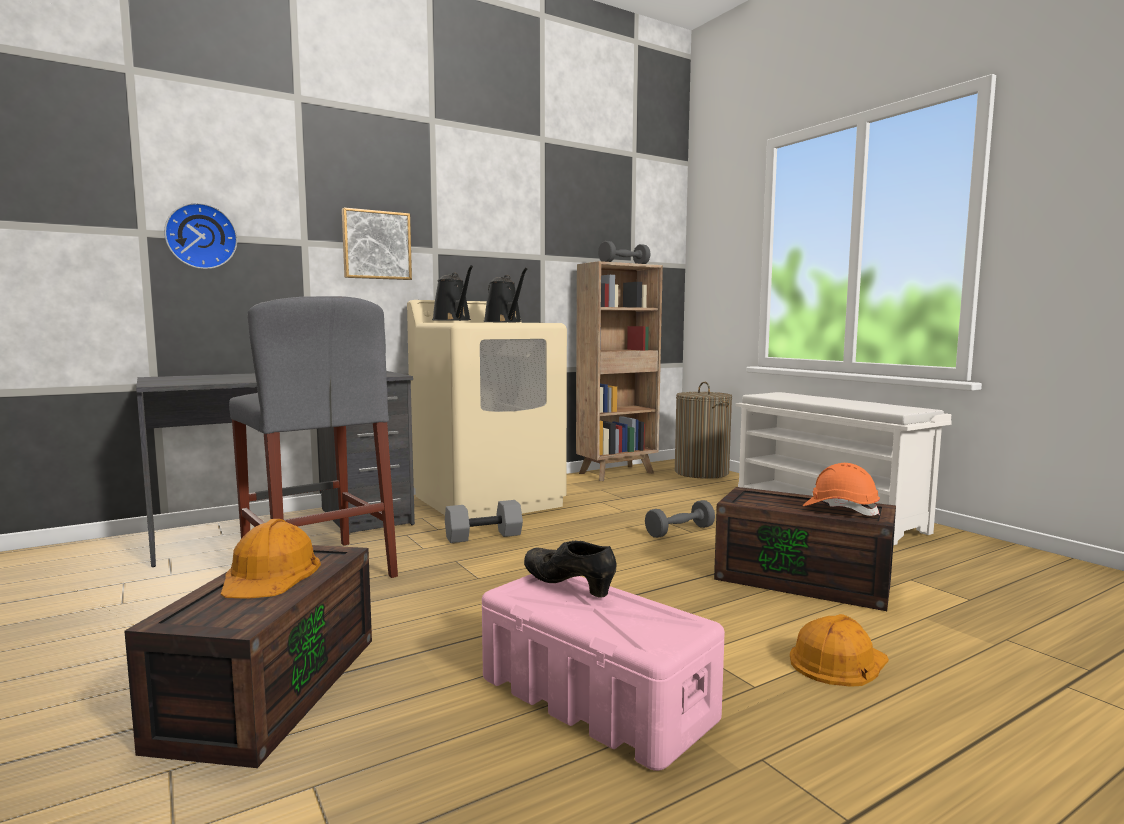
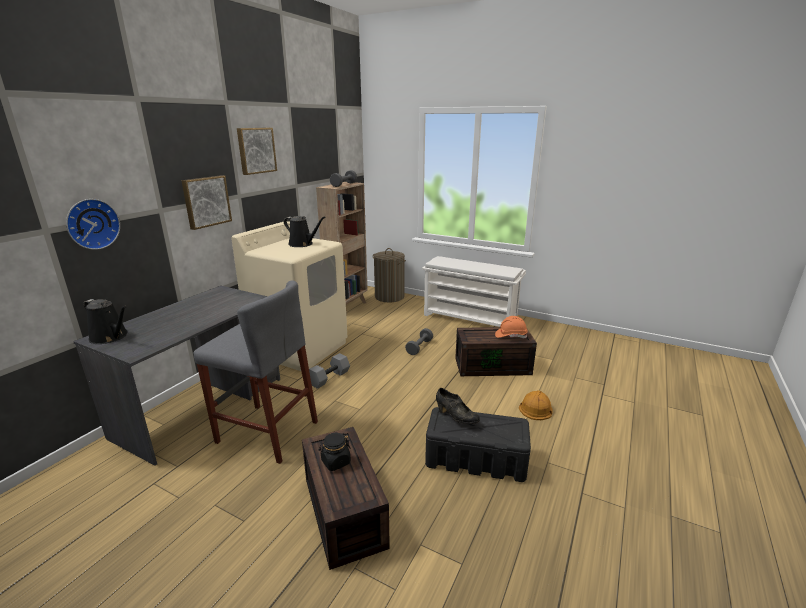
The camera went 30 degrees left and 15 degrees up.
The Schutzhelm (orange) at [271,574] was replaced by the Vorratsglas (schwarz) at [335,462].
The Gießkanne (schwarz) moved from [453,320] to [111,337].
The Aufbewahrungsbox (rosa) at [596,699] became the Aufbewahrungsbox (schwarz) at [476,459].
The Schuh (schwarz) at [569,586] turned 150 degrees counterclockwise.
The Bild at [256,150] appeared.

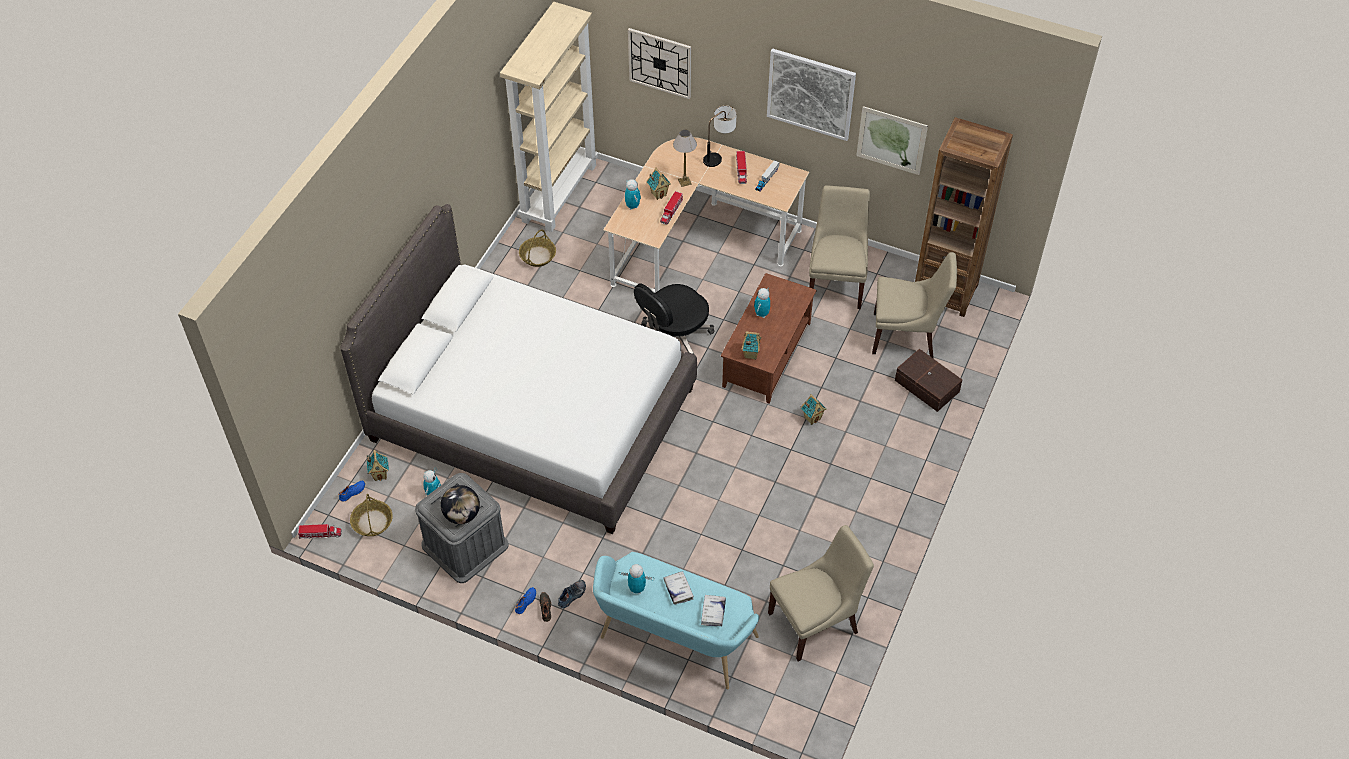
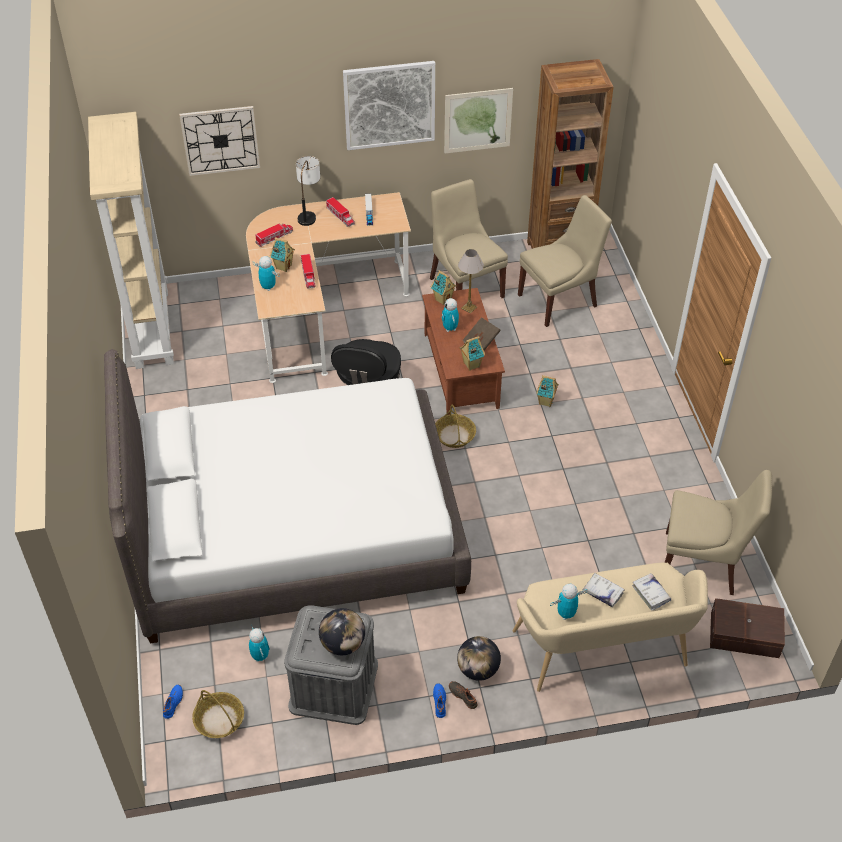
The camera went 35 degrees left and 5 degrees down.
The Spielzeuglaster moved from [320,534] to [274,237].
The Spielzeughaus moved from [380,475] to [443,299].
The Korb moved from [538,256] to [454,436].
The Schuh at [572,596] was replaced by the Globus at [478,669].
The Bank (türkis) at [673,642] became the Bank (beige) at [604,654].
The Tischlampe moved from [684,182] to [469,308].
The Stuhl (beige) at [816,621] turned 75 degrees clockwise.
The Aufbewahrungsbox (braun) moved from [926,387] to [745,636].
The Buch (braun) at [481,342] appeared.

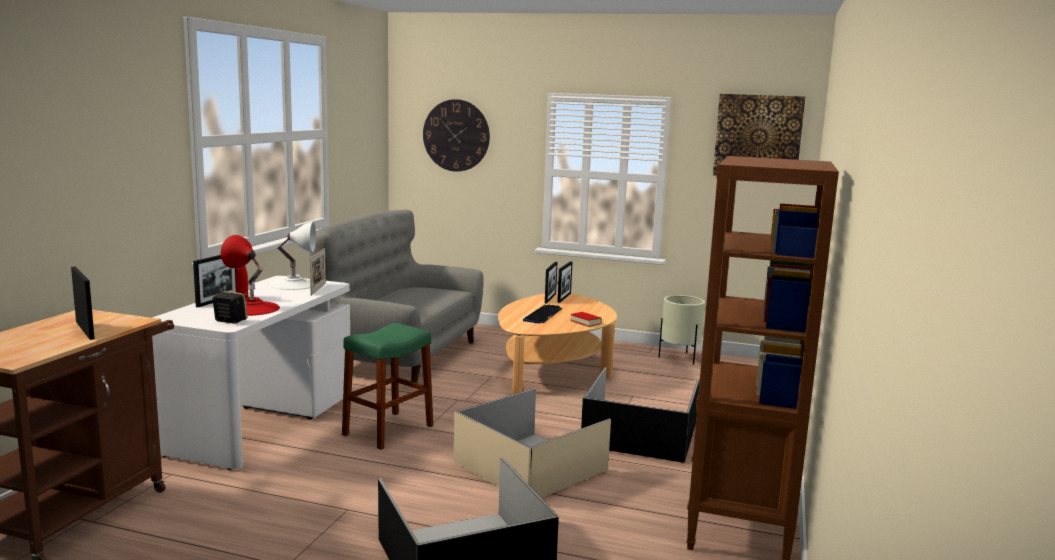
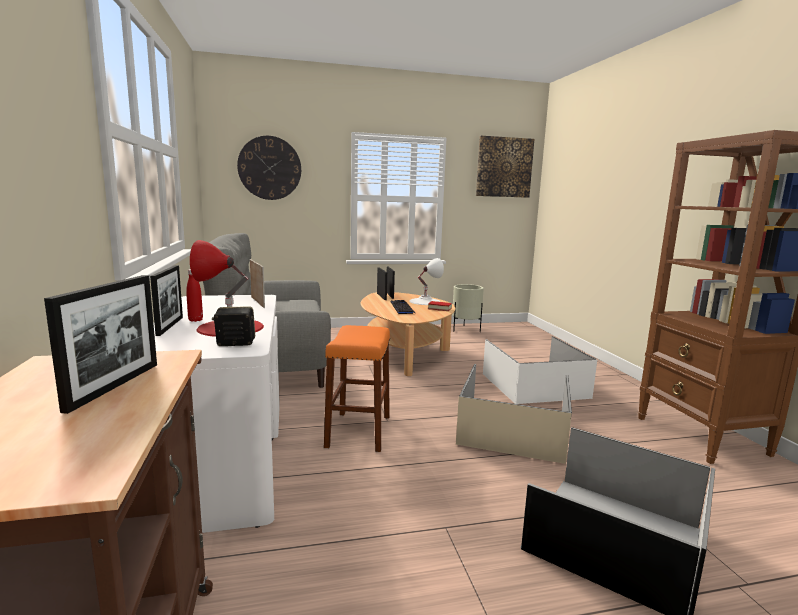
The camera went 30 degrees left and 0 degrees up.
The Bilderrahmen at [85,330] turned 75 degrees clockwise.
The Tischlampe (weiß) moved from [293,284] to [425,301].
The Hocker (grün) at [388,430] became the Hocker (orange) at [358,431].
The Aufbewahrungsbox (schwarz) at [641,435] became the Aufbewahrungsbox (weiß) at [535,385].

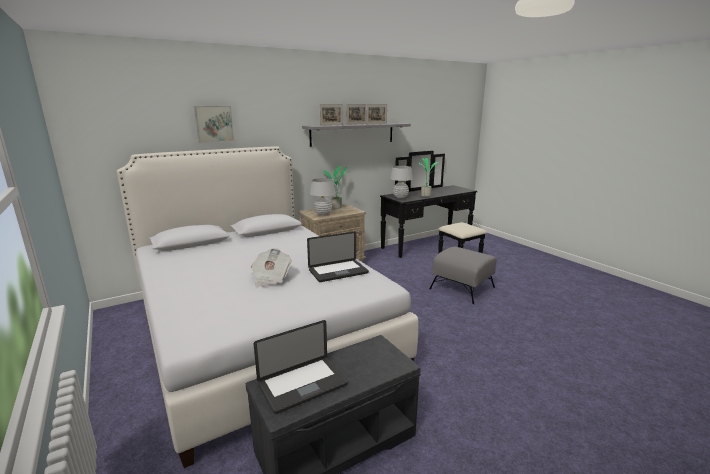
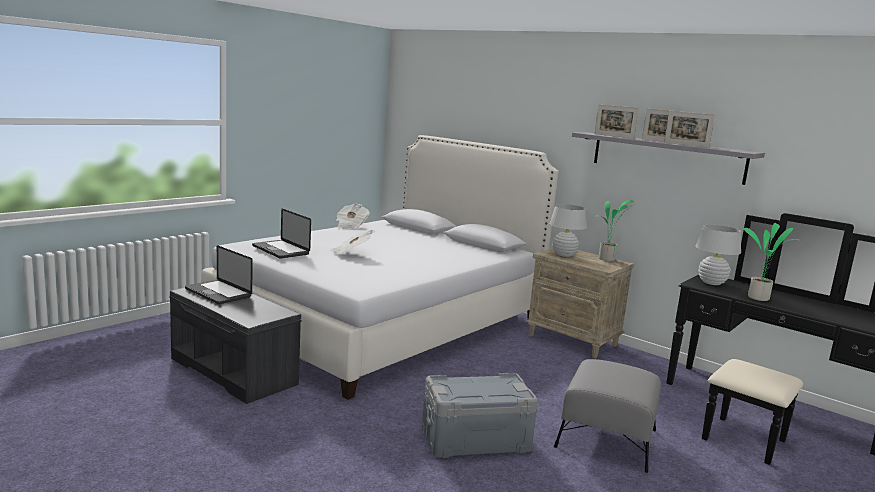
The camera went 70 degrees right and 5 degrees down.
The Bild at [214,124] disappeared.
The Laptop moved from [338,272] to [280,250].
The Zeitung at [350,226] appeared.
The Aufbewahrungsbox (grau) at [475,439] appeared.

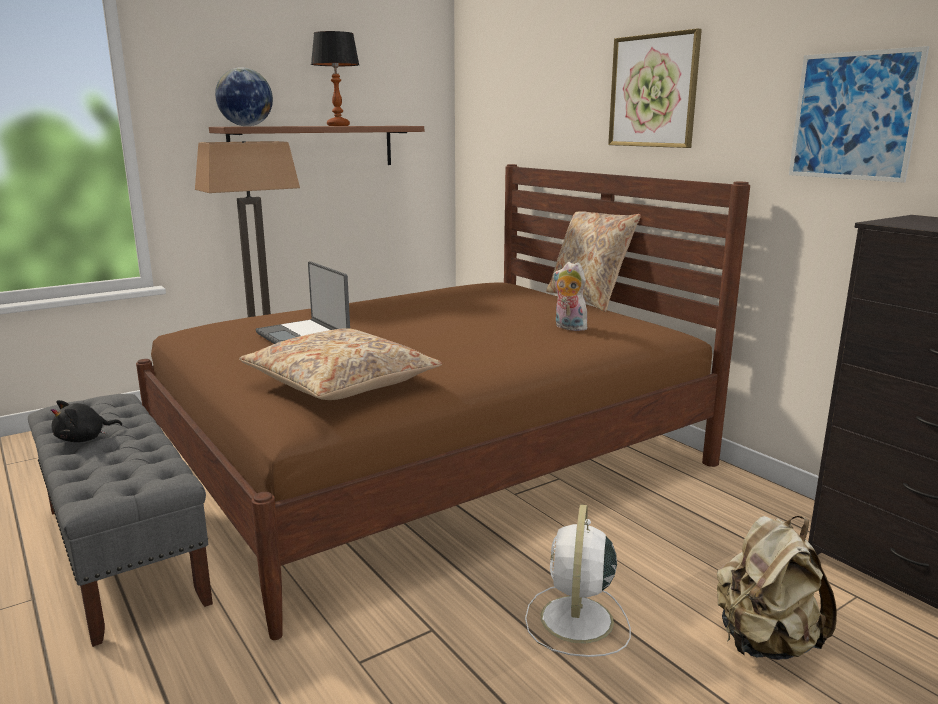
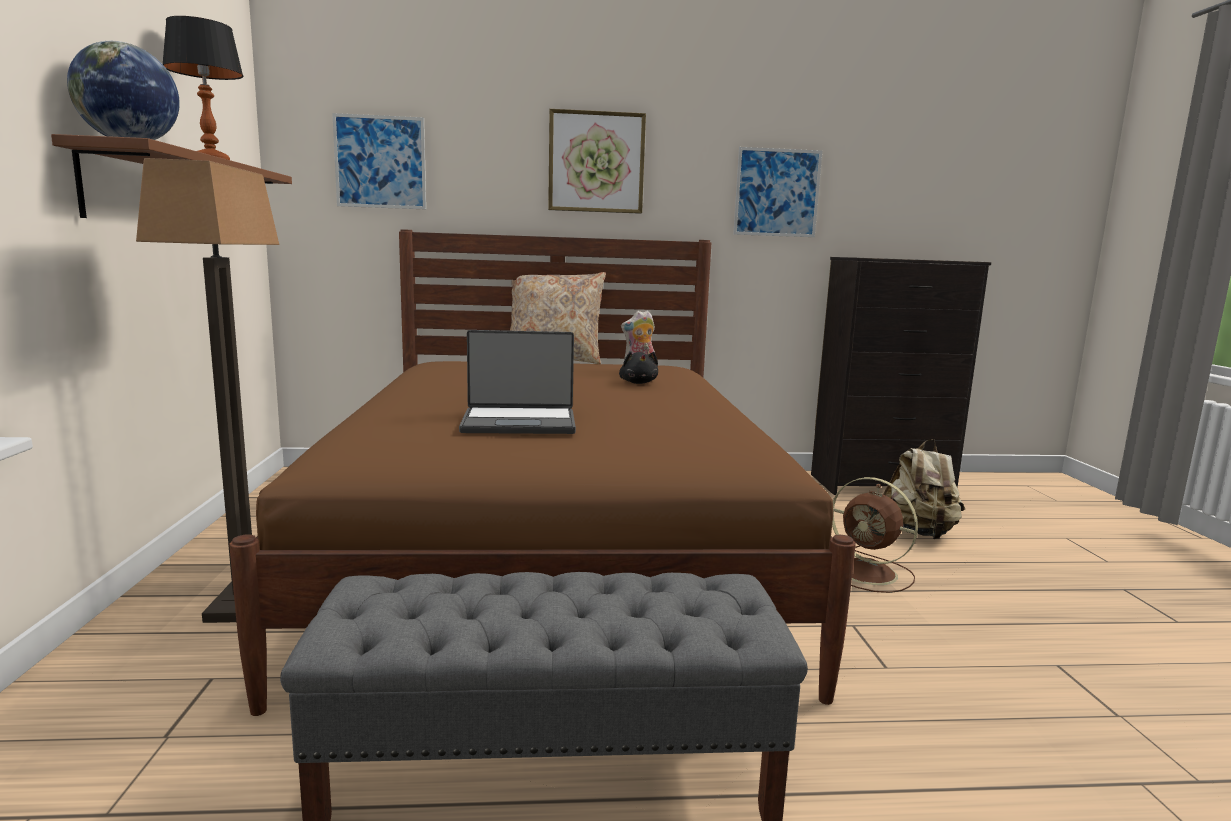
The camera went 60 degrees left and 5 degrees down.
The Plüschtier (schwarz) moved from [84,439] to [638,383].
The Kissen (beige) at [341,383] disappeared.
The Ventilator (weiß) at [576,621] became the Ventilator (braun) at [869,573].
The Bild at [380,162] appeared.

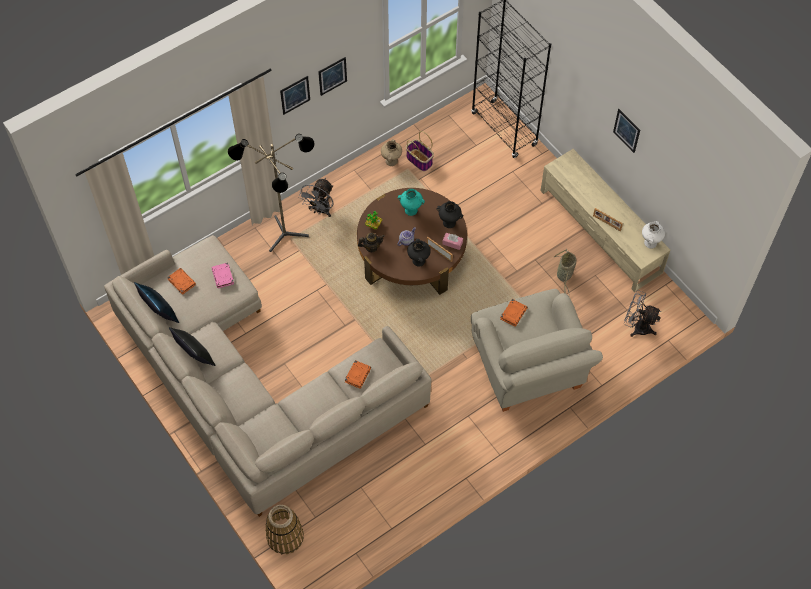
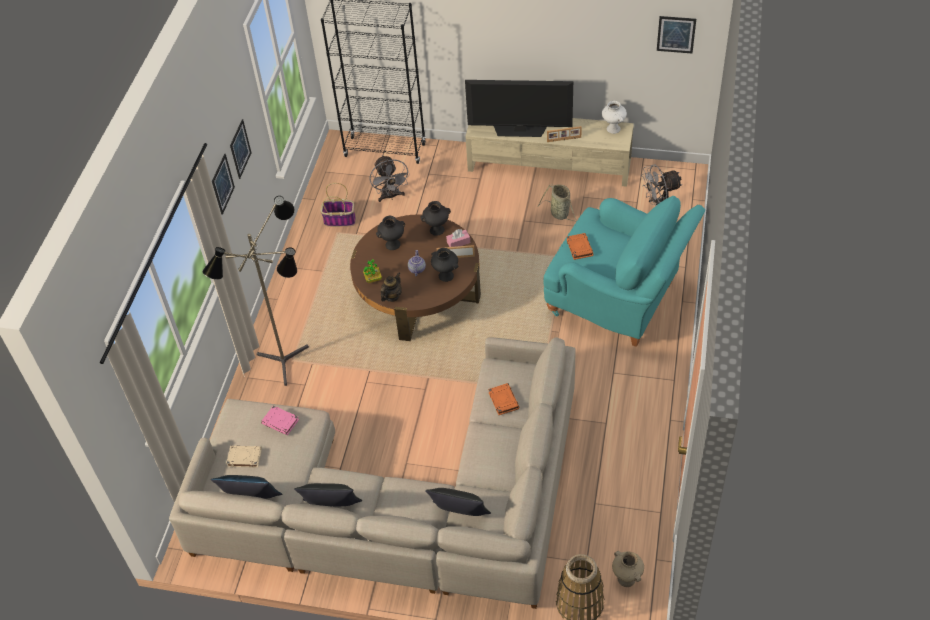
The camera went 40 degrees left and 10 degrees down.
The Buch (orange) at [181,282] became the Buch (beige) at [244,458].
The Ventilator (grau) moved from [320,211] to [391,196].
The Vase (beige) moved from [391,161] to [627,579].
The Vase (türkis) at [411,210] became the Vase (schwarz) at [393,244].
The Sessel (beige) at [529,371] became the Sessel (türkis) at [619,301].
The Bild moved from [626,130] to [676,34].
The Kissen (schwarz) at [459,516] appeared.
The Fernseher at [520,130] appeared.

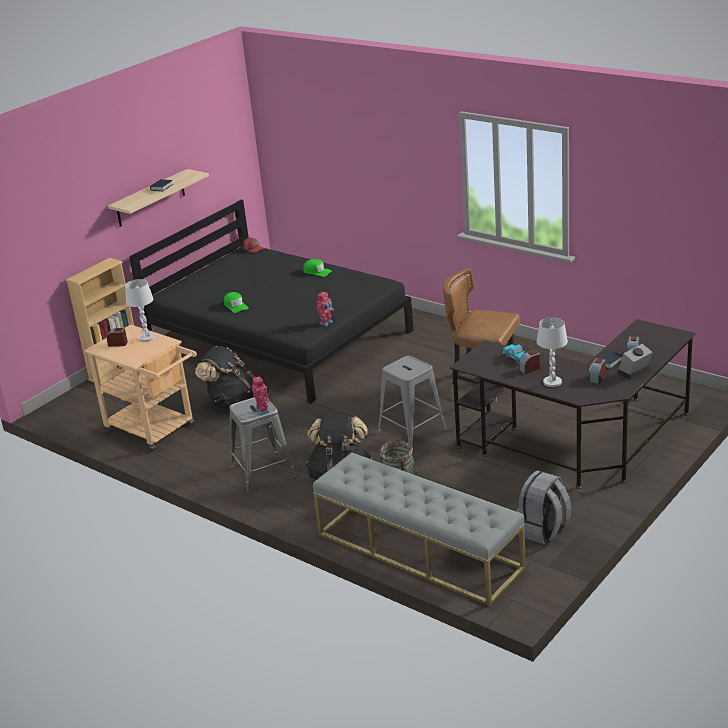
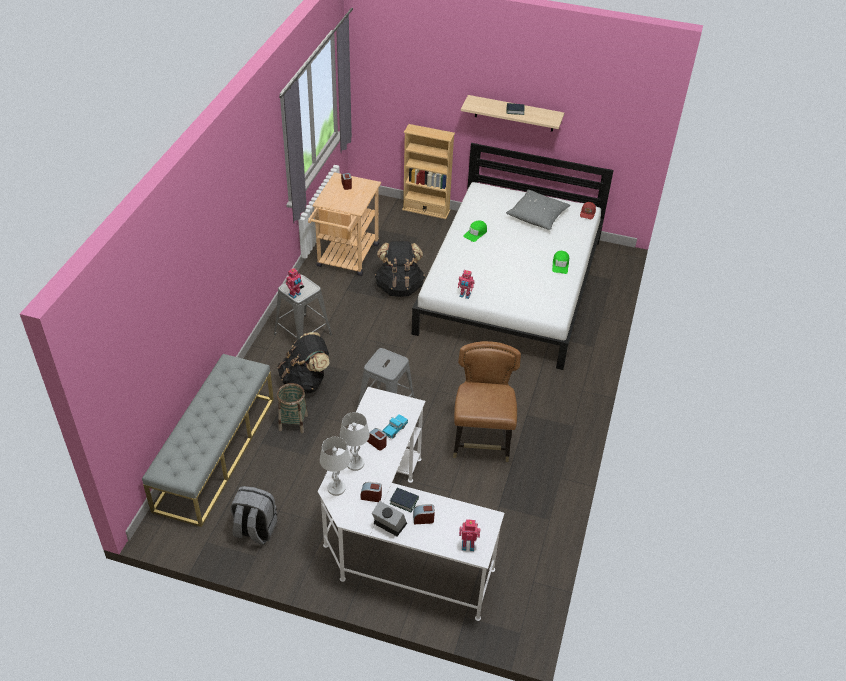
The camera went 65 degrees right and 15 degrees up.
The Tischlampe (weiß) moved from [146,338] to [336,488].
The Bett (schwarz) at [279,339] became the Bett (weiß) at [511,286].
The Schreibtisch (schwarz) at [581,444] became the Schreibtisch (weiß) at [396,536].
The Spielzeugroboter at [468,545] appeared.
The Kissen (grau) at [537,216] appeared.

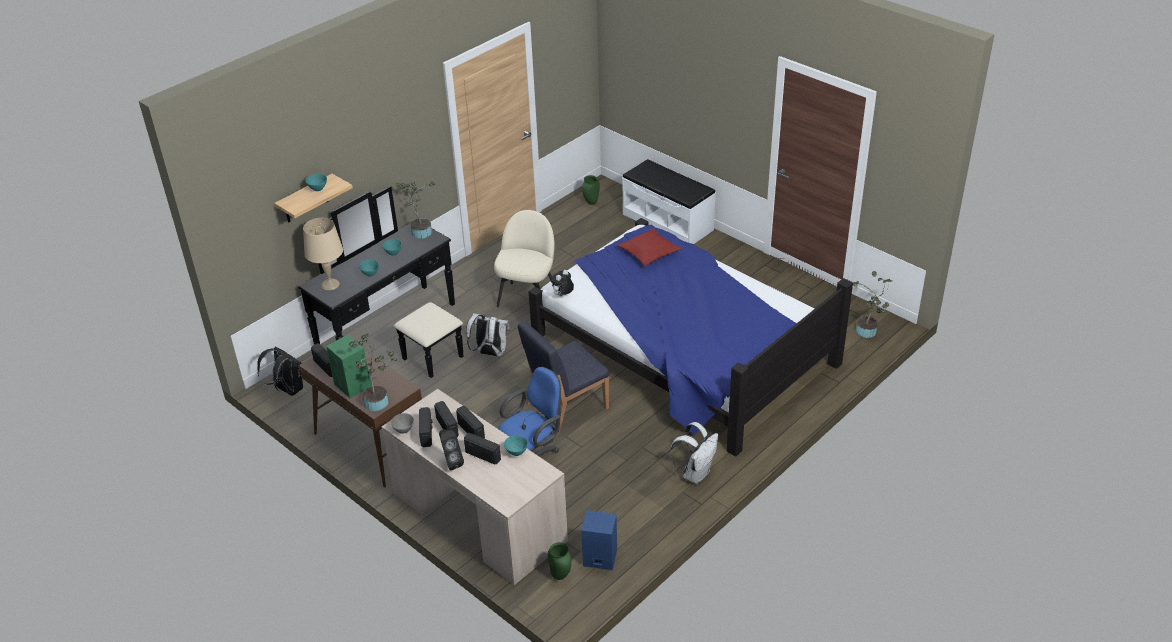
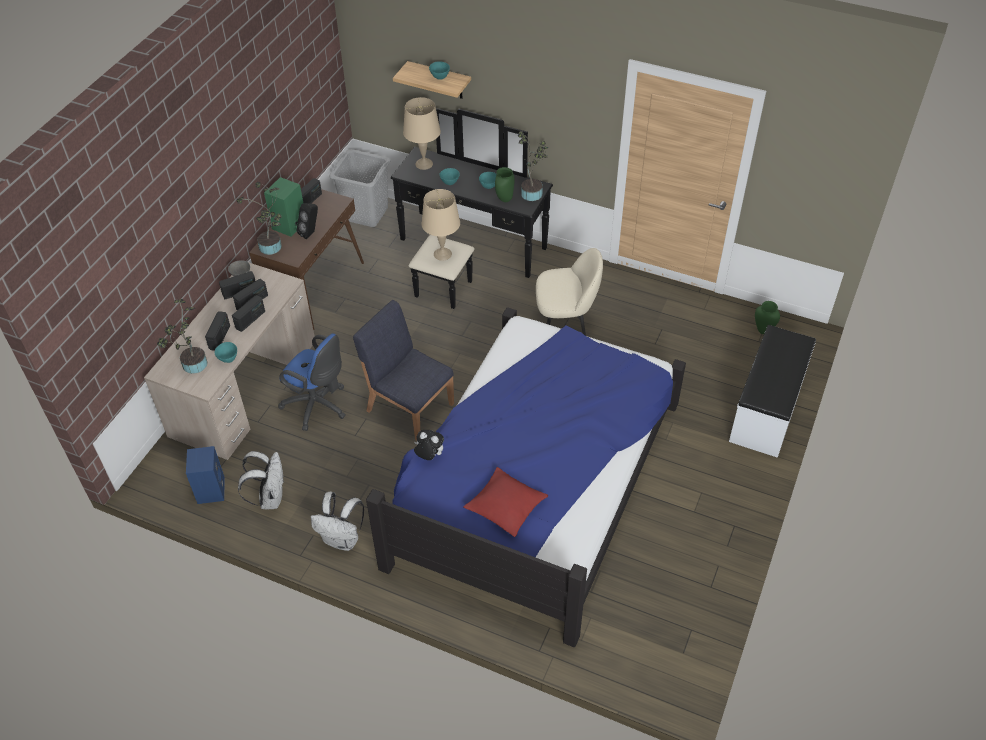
The camera went 70 degrees right and 10 degrees up.
The Rucksack (schwarz) at [288,390] was replaced by the Wäschekorb (grau) at [365,213].
The Lautsprecher (schwarz) moved from [451,462] to [310,233].
The Rucksack (weiß) moved from [490,353] to [270,497].
The Vase (grün) moved from [560,576] to [504,199].
The Plüschtier moved from [562,295] to [429,456].
The Kissen (rot) moved from [649,252] to [505,506].
The Topfpflanze moved from [867,332] to [192,366].
The Tischlampe (beige) at [442,254] appeared.

